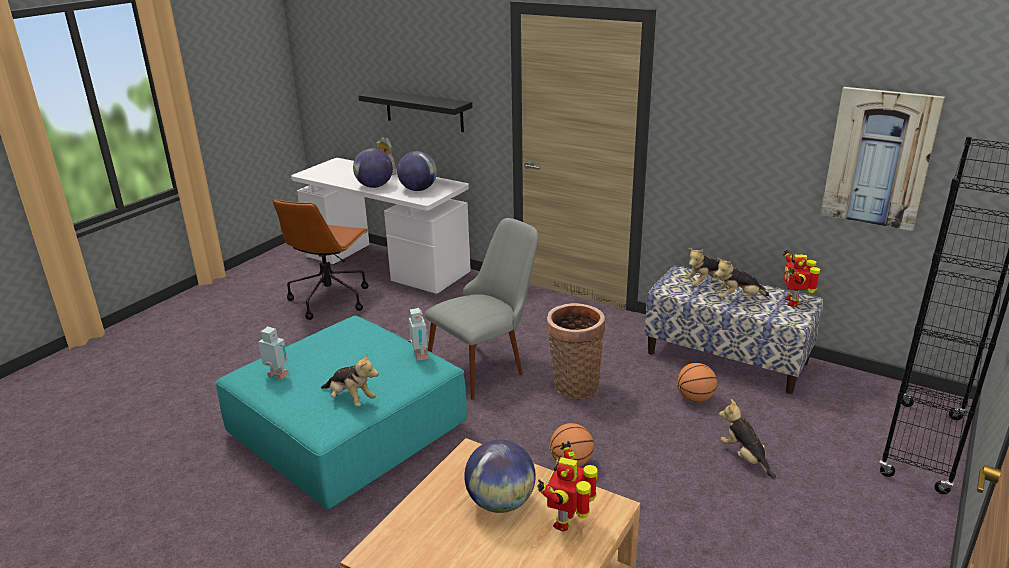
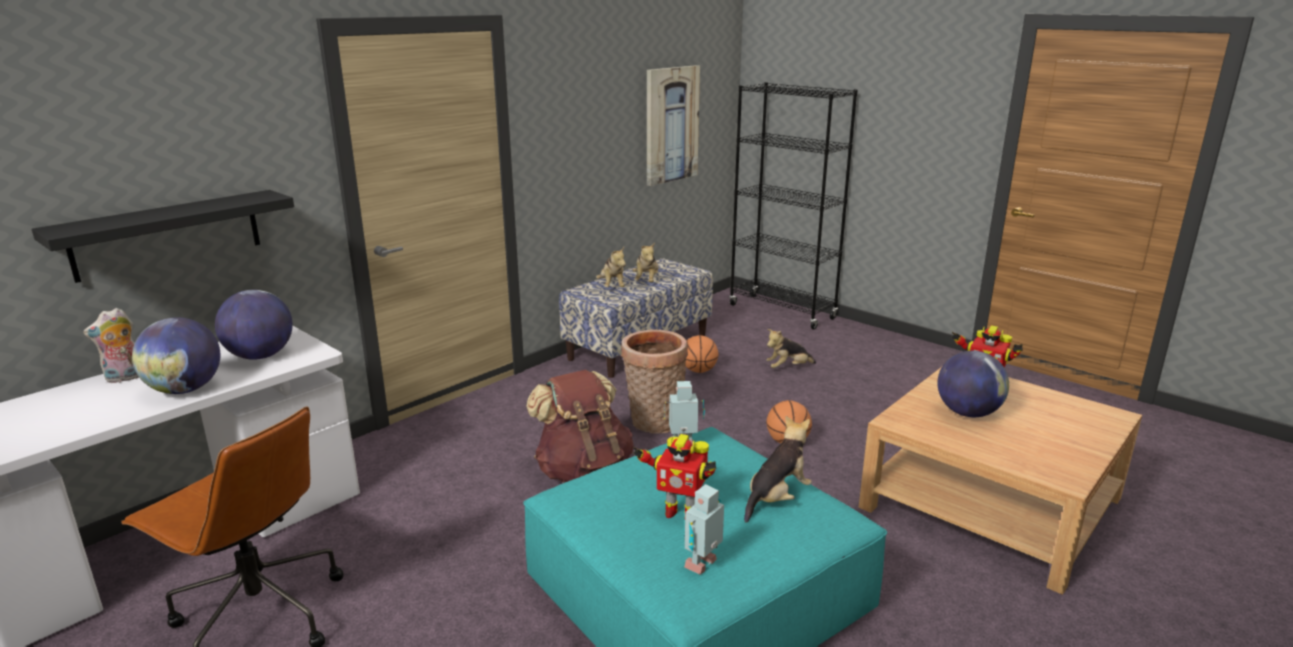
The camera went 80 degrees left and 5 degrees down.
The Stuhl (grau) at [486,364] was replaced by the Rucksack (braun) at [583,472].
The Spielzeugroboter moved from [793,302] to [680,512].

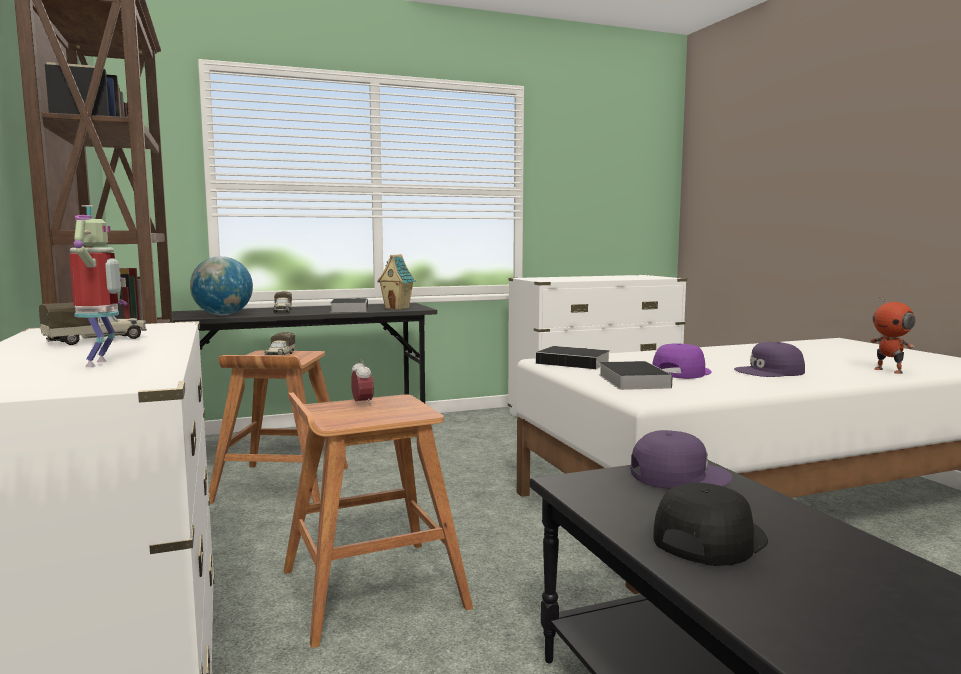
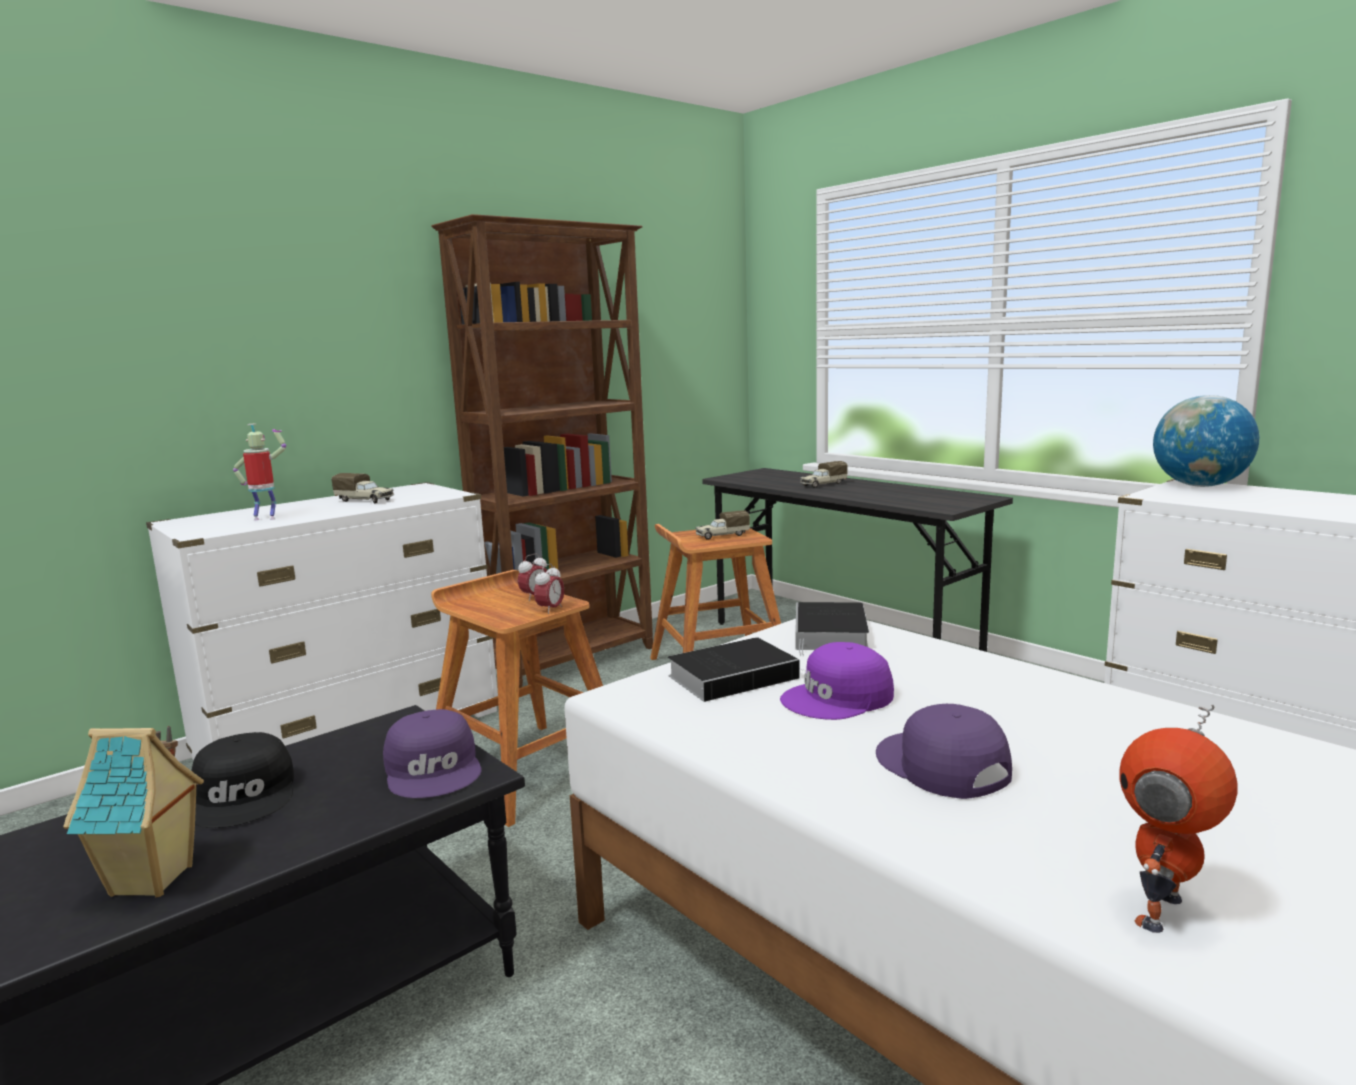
The camera went 70 degrees right and 5 degrees up.
The Spielzeugroboter at [102,364] turned 150 degrees counterclockwise.
The Globus moved from [223,315] to [1199,486].
The Buch at [349,309] disappeared.
The Spielzeughaus moved from [397,308] to [153,881].
The Kappe (lila) at [680,372] turned 135 degrees clockwise.
The Kappe (schwarz) at [707,538] turned 45 degrees clockwise.
The Wecker at [550,610] appeared.

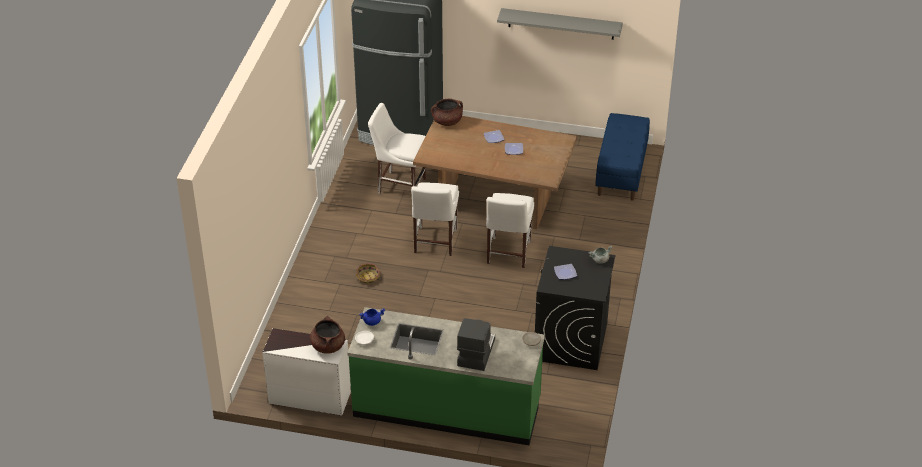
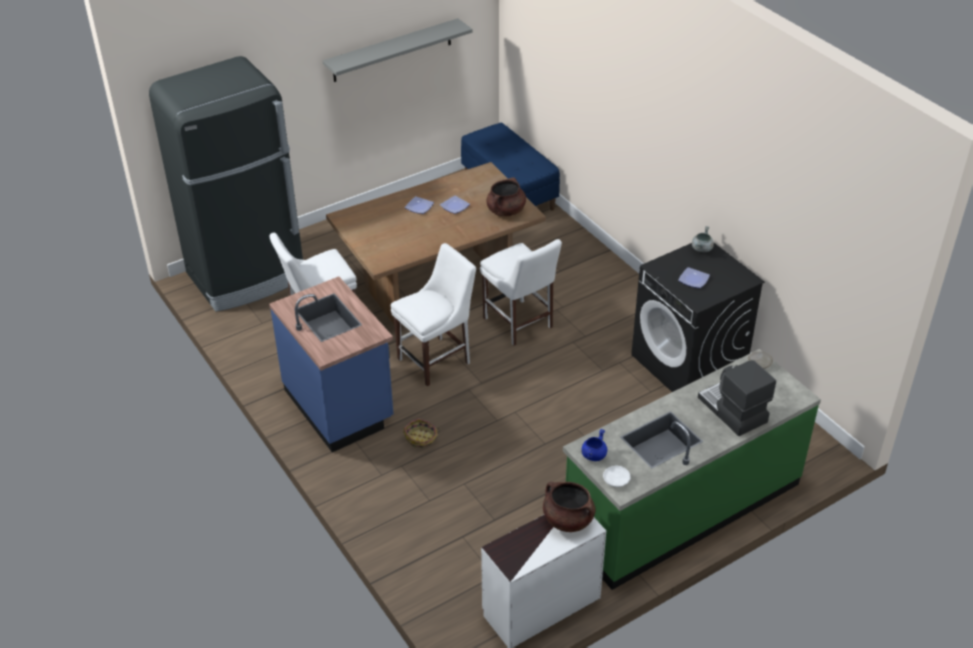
The camera went 45 degrees left and 0 degrees up.
The Stuhl (weiß) at [434,243] turned 90 degrees counterclockwise.
The Kochtopf (braun) moved from [447,121] to [506,211].
The Küchenzeile (blau) at [340,406] appeared.

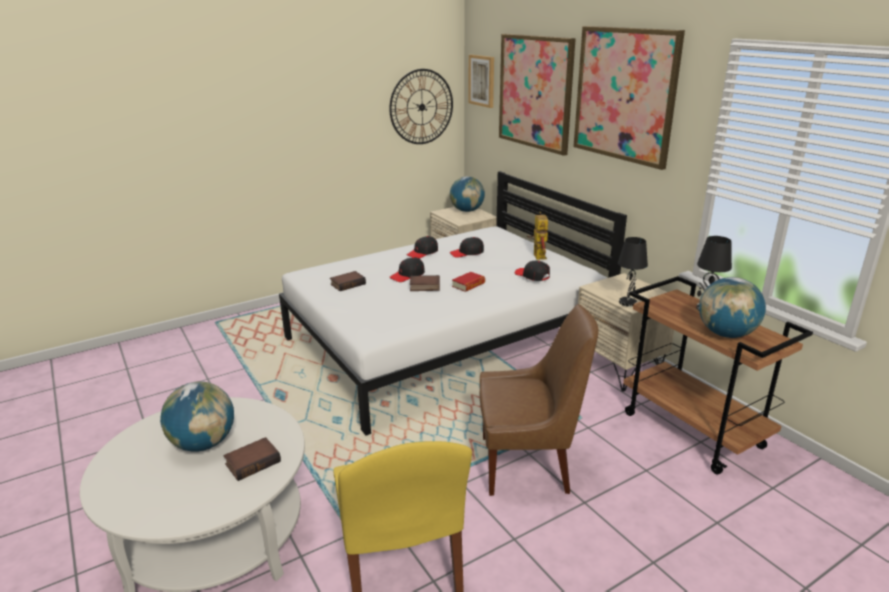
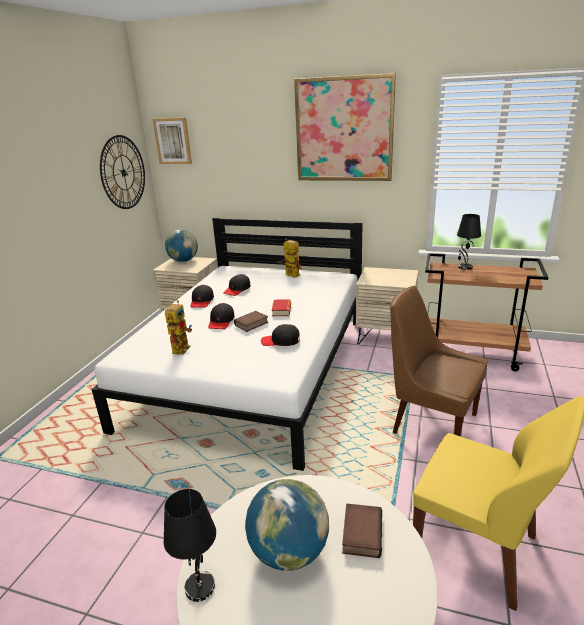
The camera went 40 degrees left and 0 degrees up.
The Buch at [348,284] was replaced by the Spielzeugroboter at [181,347].
The Stuhl (braun) at [528,464] turned 105 degrees counterclockwise.
The Bild at [535,92] disappeared.
The Kappe (schwarz) moved from [532,275] to [281,341].
The Tischlampe (schwarz) moved from [627,302] to [199,586].
The Globus at [726,334] disappeared.

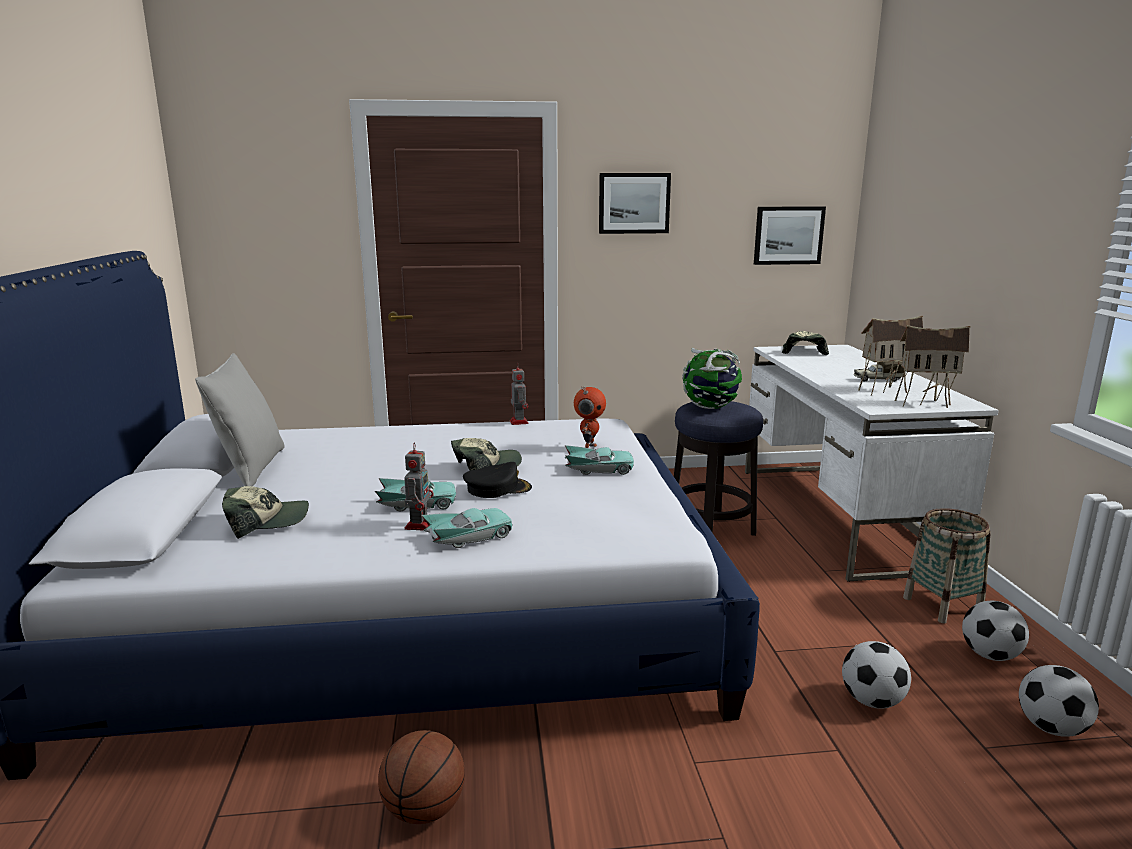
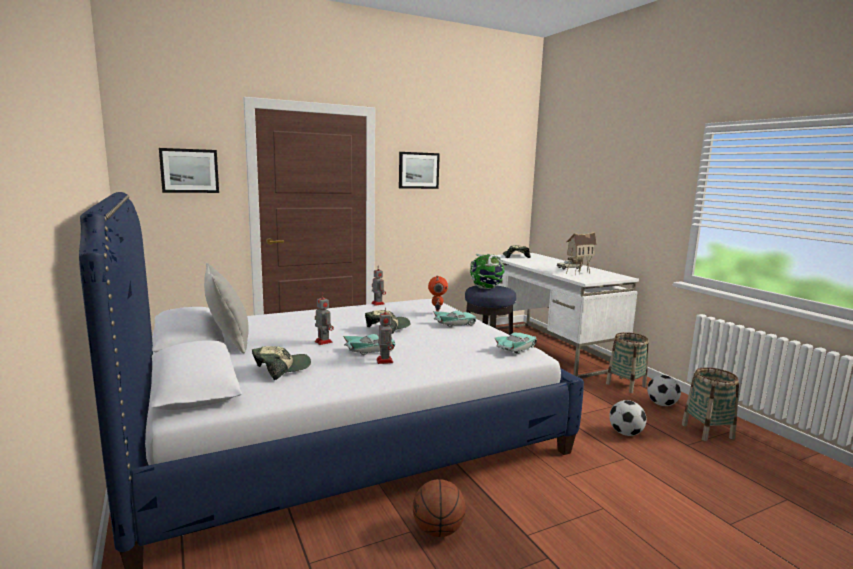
The camera went 20 degrees left and 5 degrees down.
The Spielzeugauto (türkis) moved from [469,537] to [516,348].
The Kappe (schwarz) at [497,488] disappeared.
The Bild moved from [788,235] to [189,171].
The Spielzeughaus at [924,403] disappeared.
The Fußball at [1051,728] was replaced by the Korb at [707,431].
The Spielzeugroboter at [323,341] appeared.

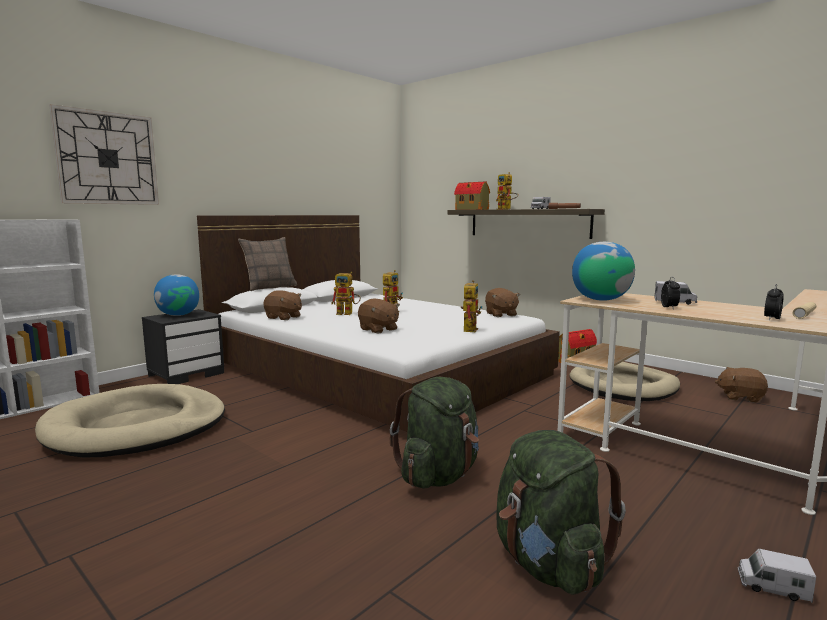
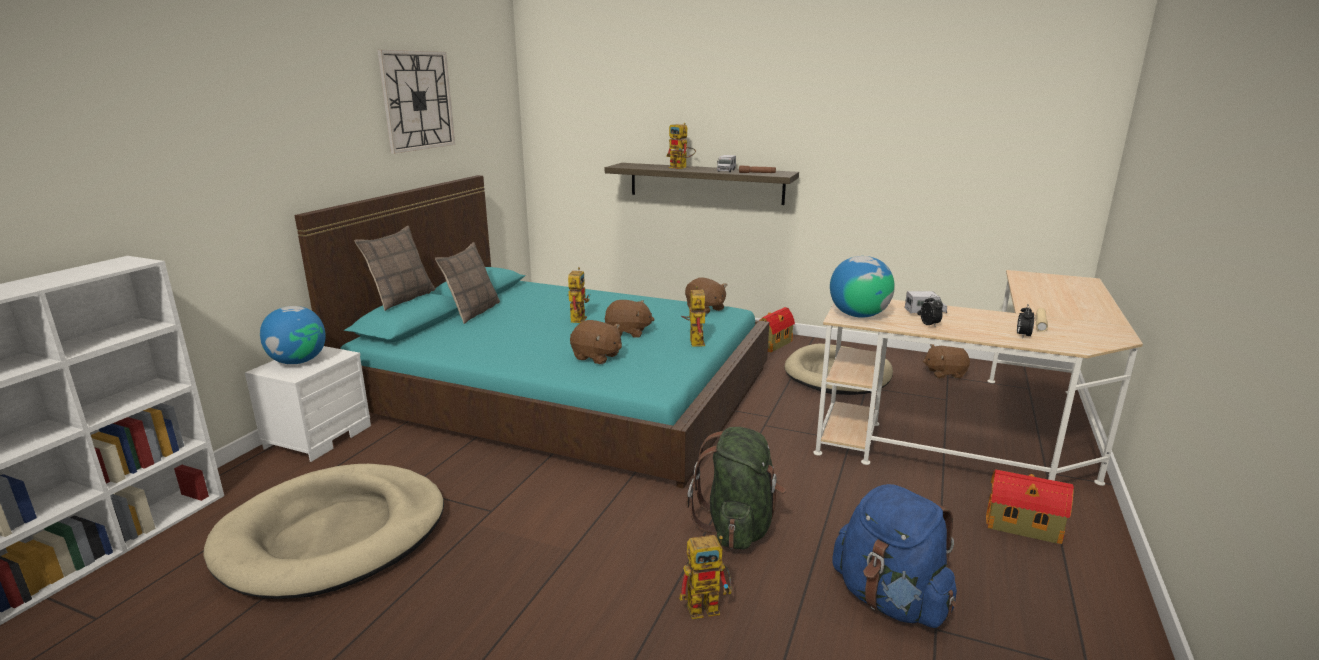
The camera went 20 degrees left and 10 degrees up.
The Wanduhr moved from [107,158] to [417,100].
The Nachttisch (schwarz) at [187,374] became the Nachttisch (weiß) at [318,436].
The Bett (weiß) at [375,368] became the Bett (türkis) at [562,388].
The Plüschtier (braun) moved from [283,317] to [628,332].
The Spielzeugroboter moved from [348,313] to [709,606].
The Spielzeughaus moved from [472,209] to [1024,527].
The Rucksack (grün) at [548,563] became the Rucksack (blau) at [890,600].
The Spielzeuglaster at [772,587] disappeared.
The Kissen at [473,312] appeared.

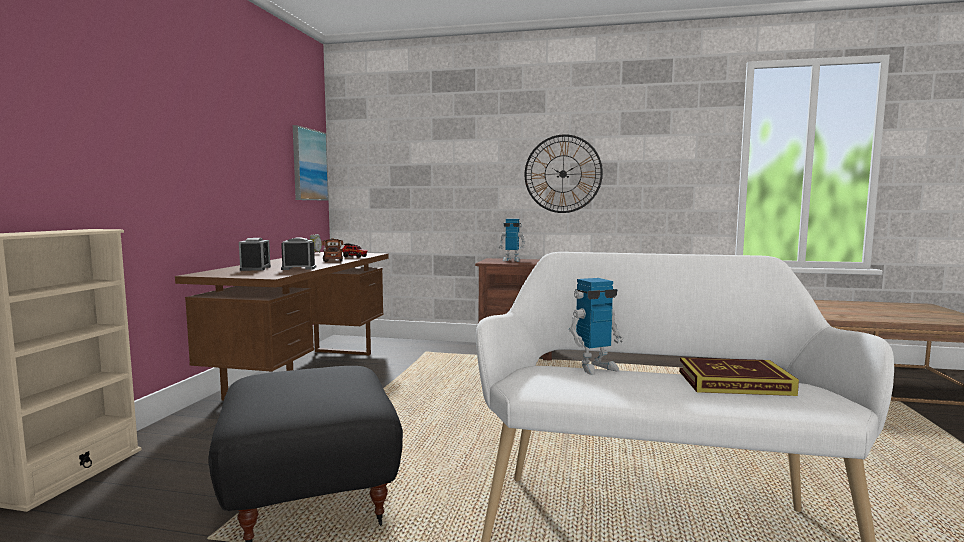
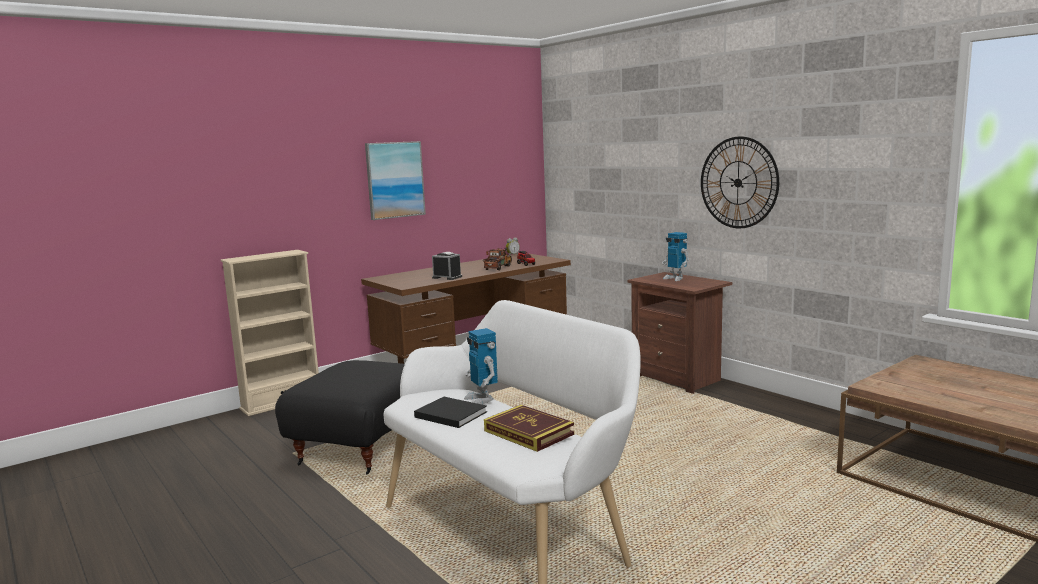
The camera went 40 degrees right and 5 degrees up.
The Wecker at [255,268] disappeared.
The Bild moved from [309,165] to [395,180].
The Spielzeugroboter at [595,367] turned 45 degrees clockwise.
The Buch (schwarz) at [449,414] appeared.

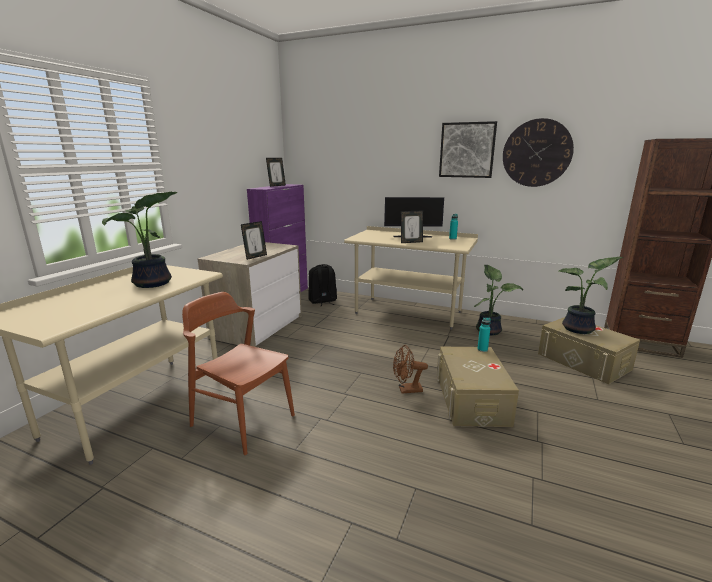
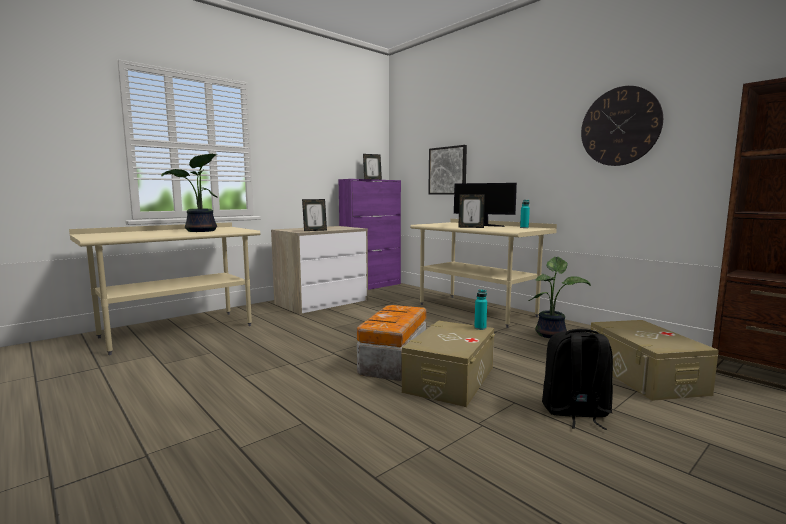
The camera went 25 degrees right and 10 degrees down.
The Stuhl (braun) at [242,420] disappeared.
The Rucksack (schwarz) moved from [322,301] to [575,413].
The Ventilator (braun) at [406,390] was replaced by the Aufbewahrungsbox at [392,360].
The Bild moved from [467,150] to [447,170].
The Topfpflanze at [580,329] disappeared.

